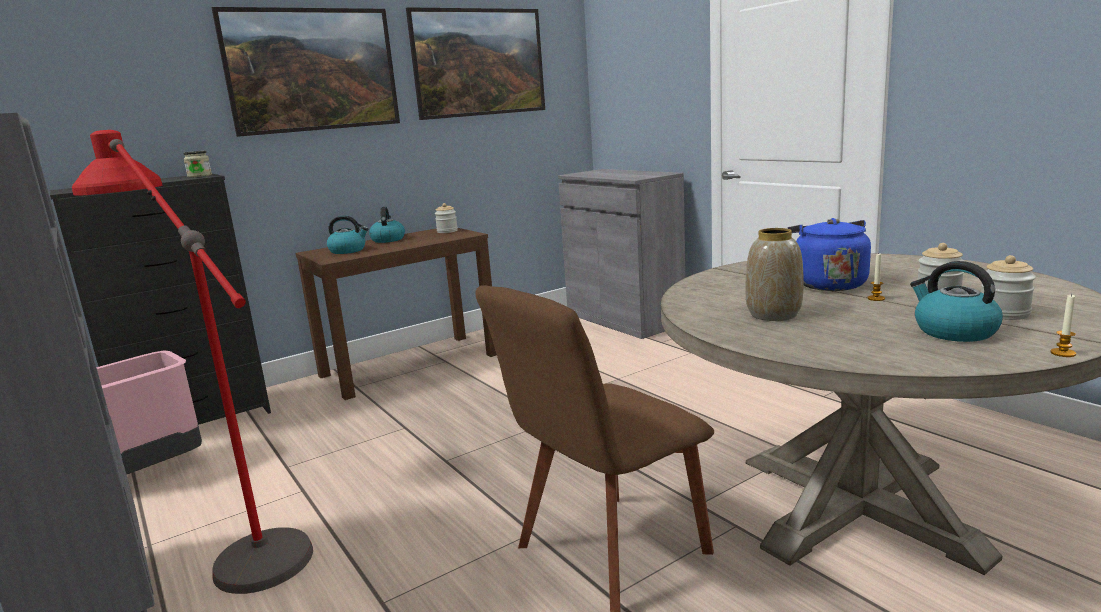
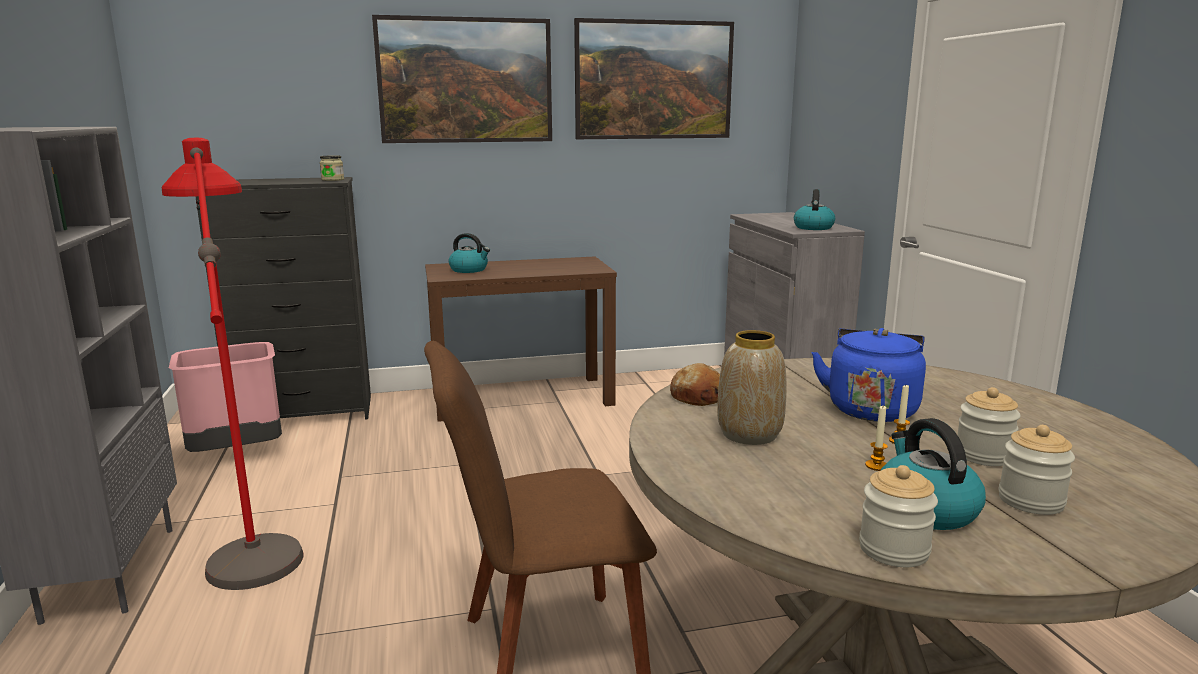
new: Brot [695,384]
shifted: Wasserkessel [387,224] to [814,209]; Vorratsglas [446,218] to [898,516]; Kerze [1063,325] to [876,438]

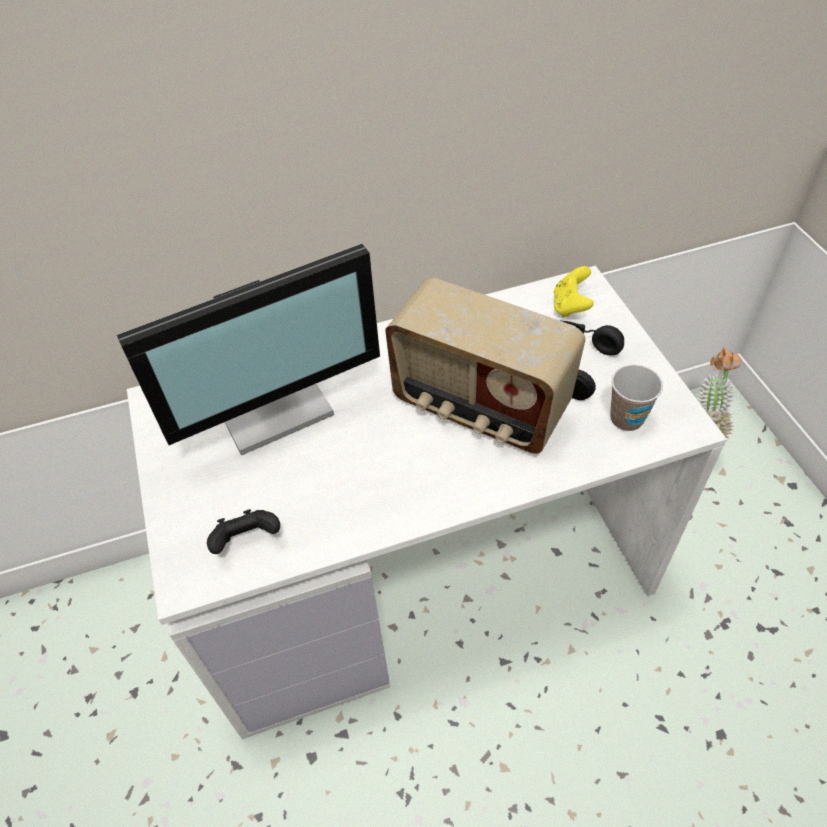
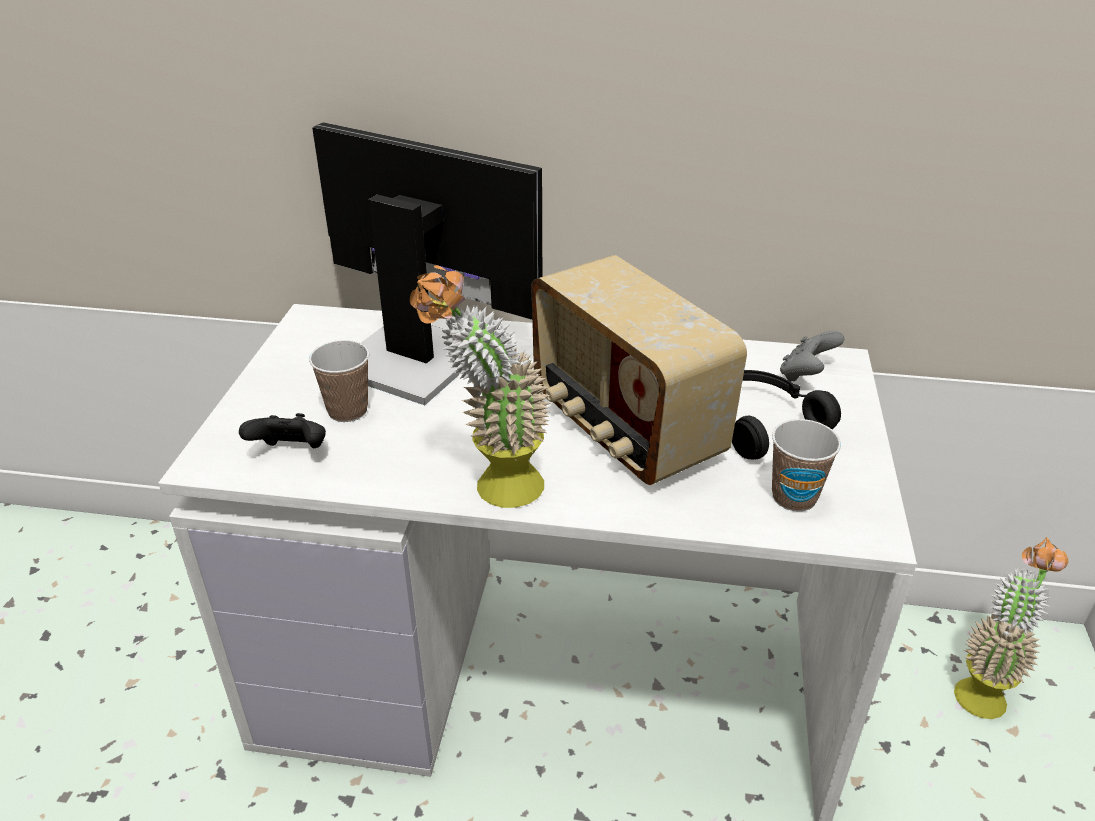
new: Tasse [339,381]; Topfpflanze [480,386]
repainted: Gamepad (gelb) [574,292] to Gamepad (grau) [812,356]
rotated: Monitor [248,349] = [427,263] 150 degrees counterclockwise

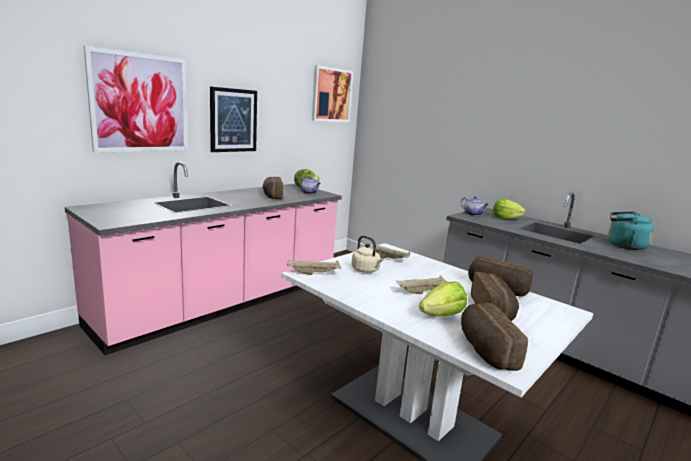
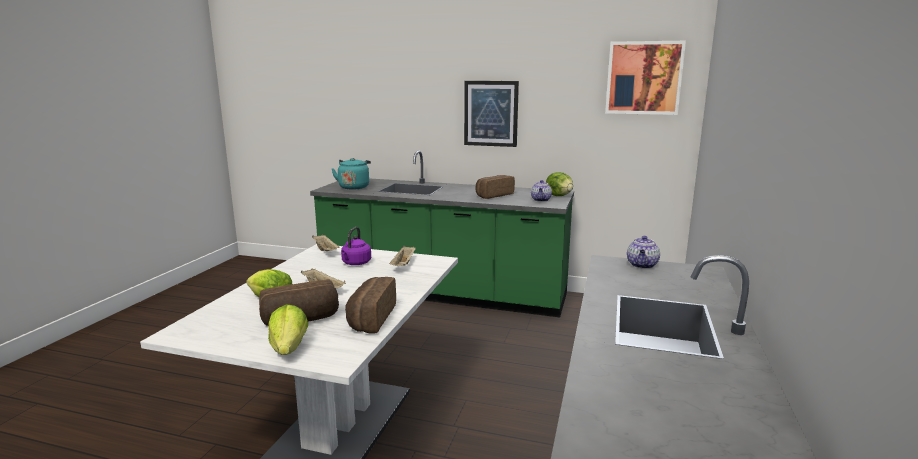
gone: Bild [136,99]; Brot [494,337]
shifted: Salatkopf [509,209] to [288,330]; Wasserkessel (türkis) [631,231] to [351,173]
repainted: Küchenzeile (rosa) [203,258] to Küchenzeile (grün) [442,233]; Wasserkessel (beige) [367,254] to Wasserkessel (lila) [356,246]

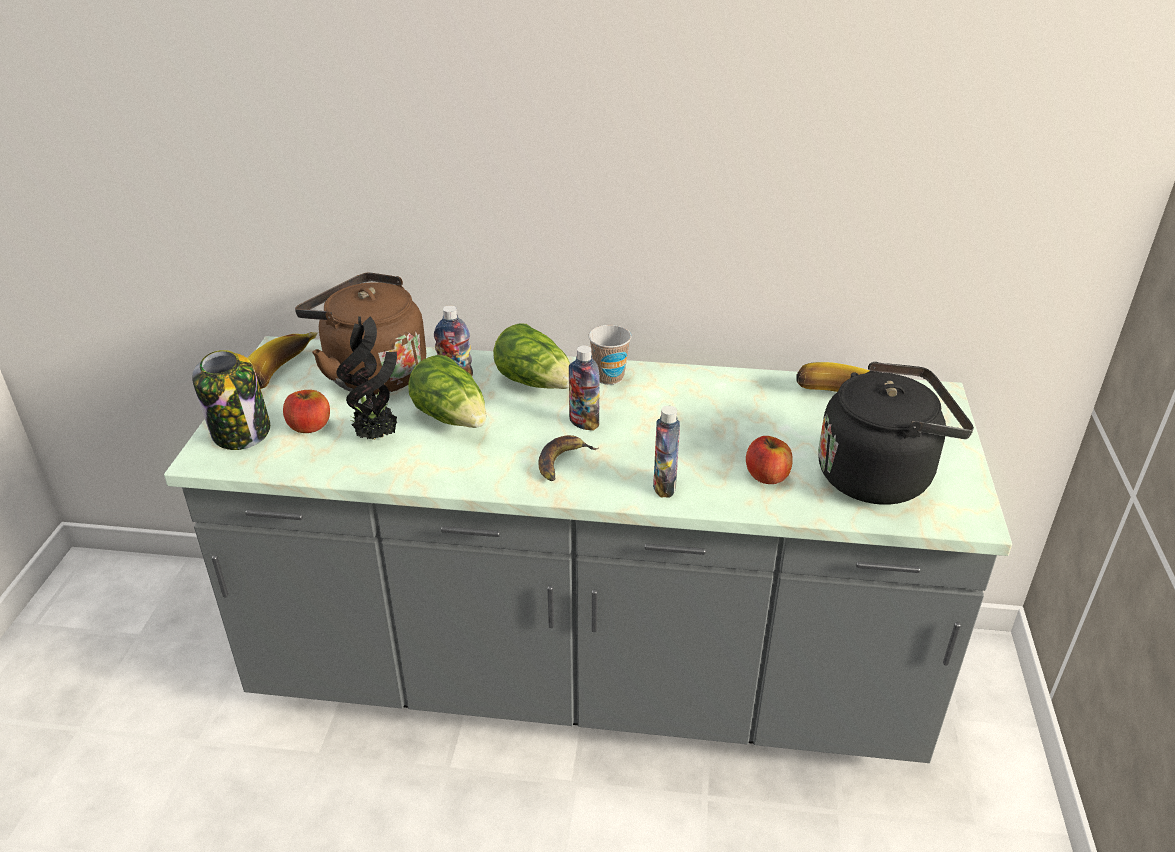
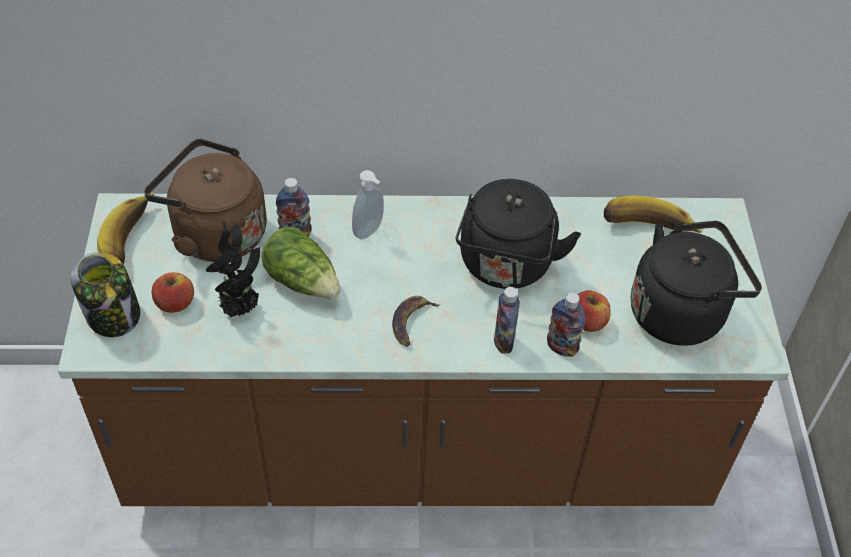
gone: Tasse [609,355]
new: Wasserkessel (schwarz) [518,234]
shifted: Flasche [584,388] to [566,325]
swapped: Salatkopf [531,356] to Seifenspender [368,204]
repainted: Küchenzeile (grau) [588,549] to Küchenzeile (braun) [423,349]

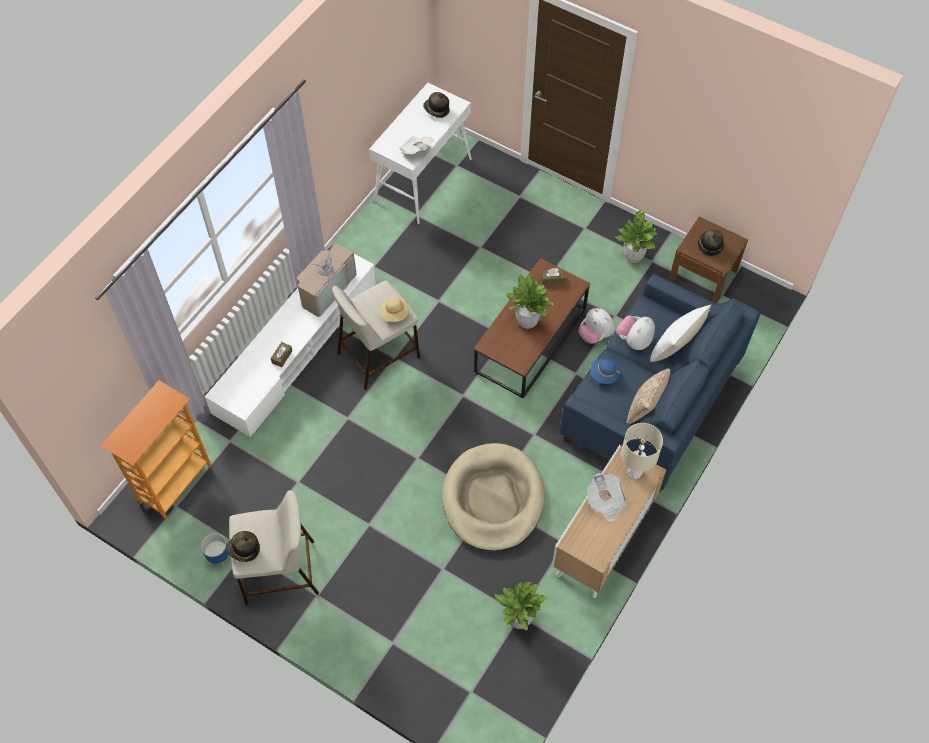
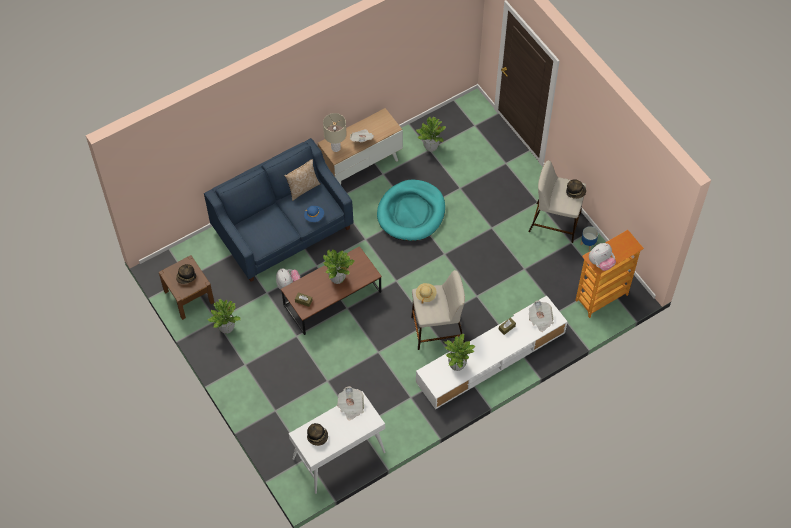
gone: Kissen (weiß) [680,333]
new: Zeitung [541,316]
shifted: Plüschtier [635,333] to [602,257]
swapped: Fernseher [327,276] to Topfpflanze [459,352]
repainted: Hundebett (beige) [493,497] to Hundebett (türkis) [411,210]

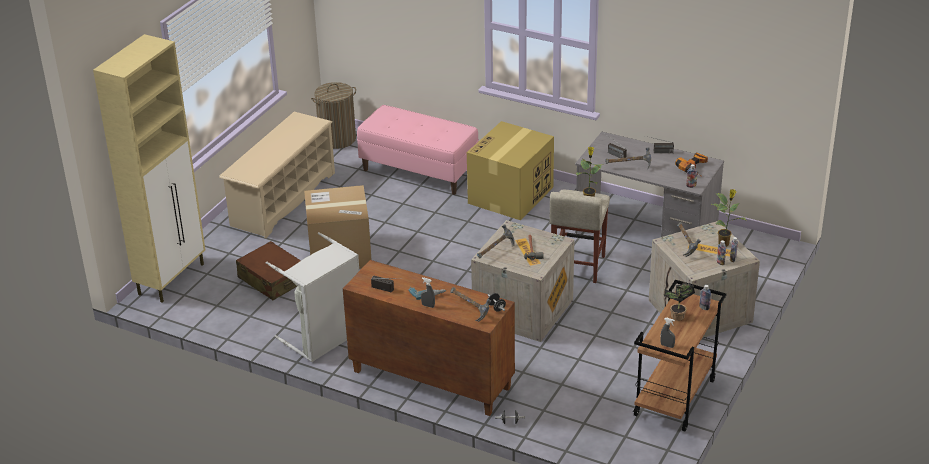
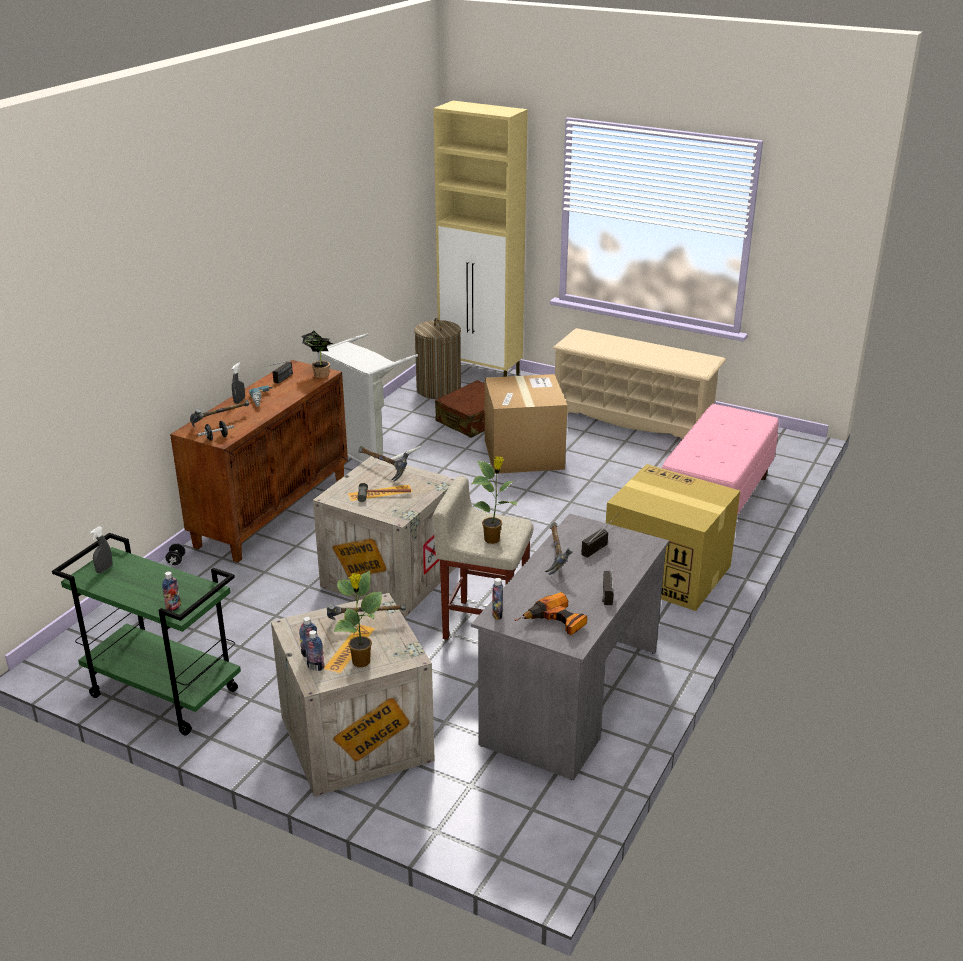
shifted: Wäschekorb [333,115] to [437,358]; Topfpflanze [679,302] to [317,354]
repainted: Rollwagen (braun) [680,355] to Rollwagen (grün) [146,634]

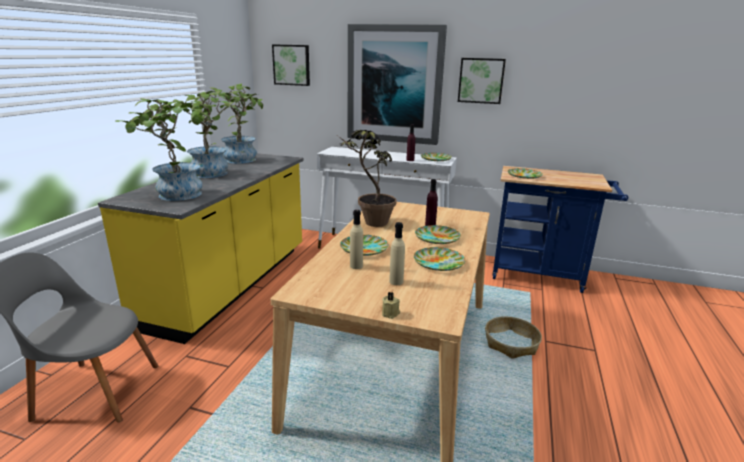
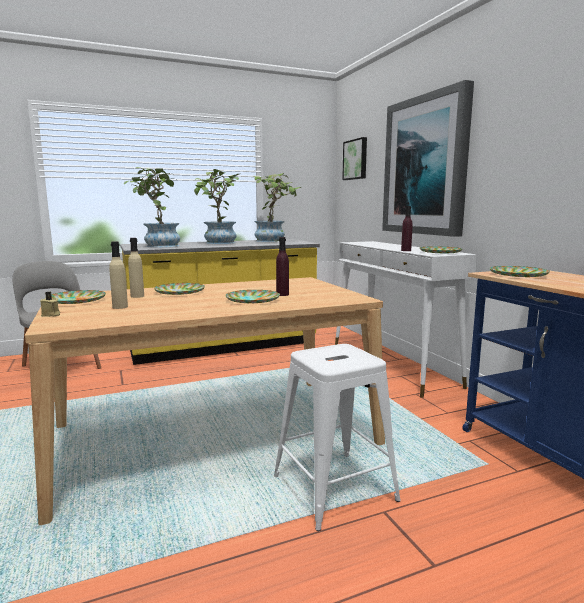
gone: Topfpflanze [367,178]; Bild [482,81]
shifted: Teller [439,259] to [78,297]
swapped: Korb [513,337] to Hocker (weiß) [337,437]

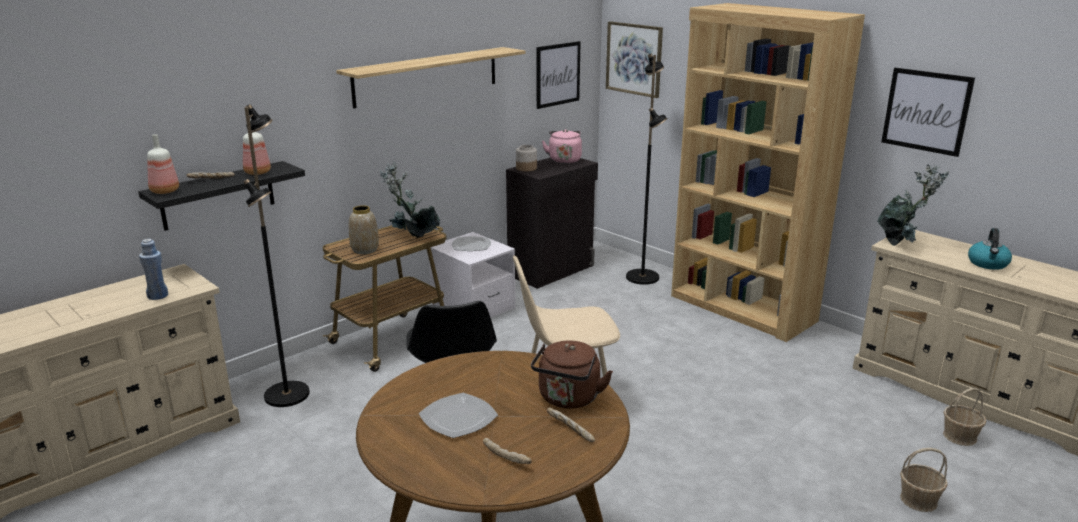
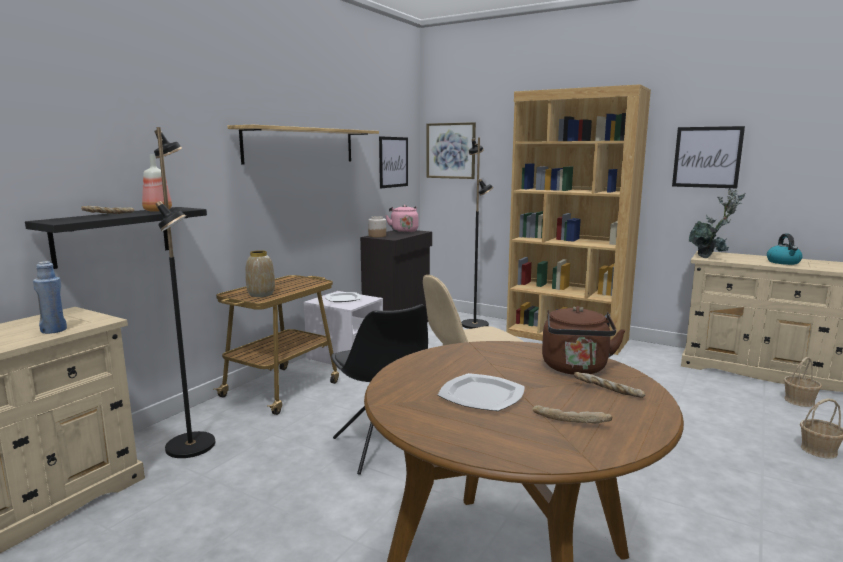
gone: Flasche [163,164]; Topfpflanze [410,200]

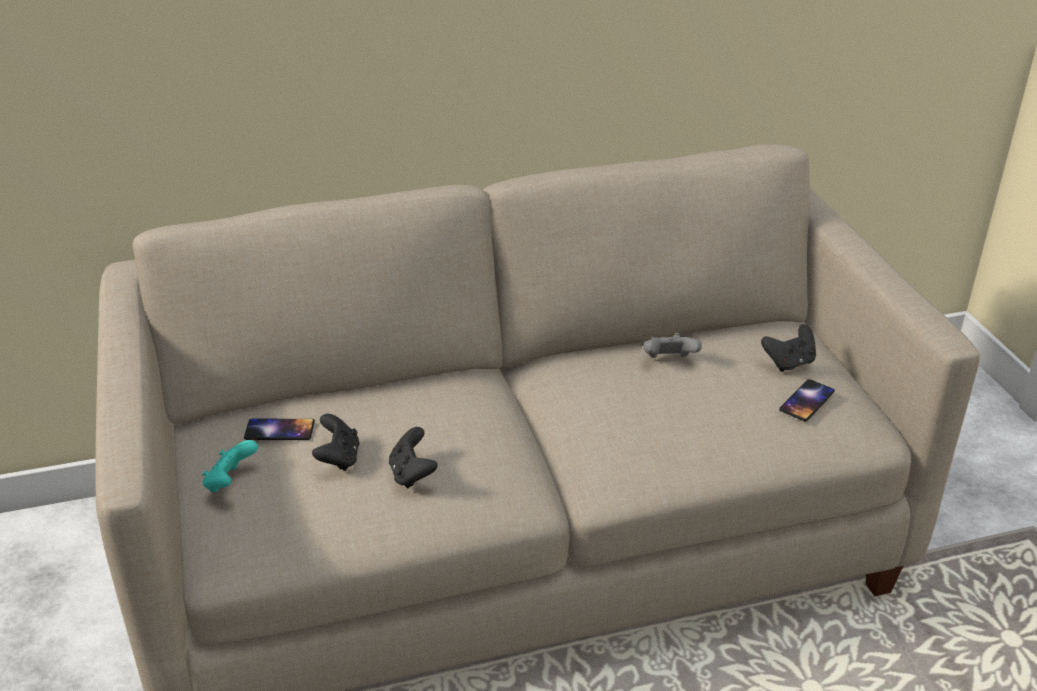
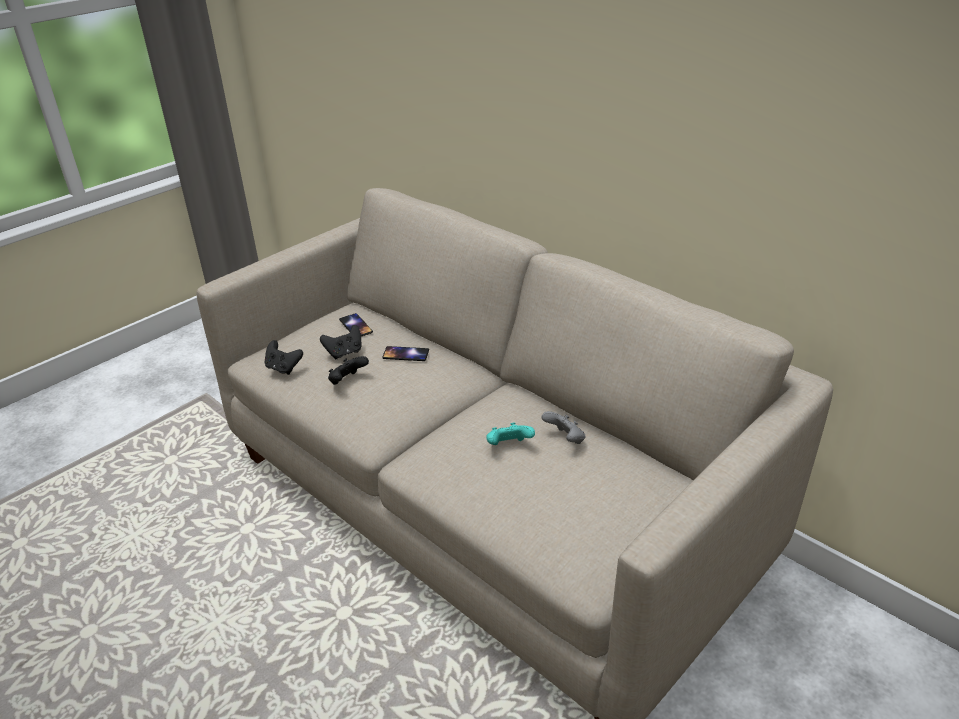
shifted: Gamepad (türkis) [230,466] to [510,433]; Gamepad (schwarz) [788,348] to [284,357]; Handy [807,400] to [405,353]

